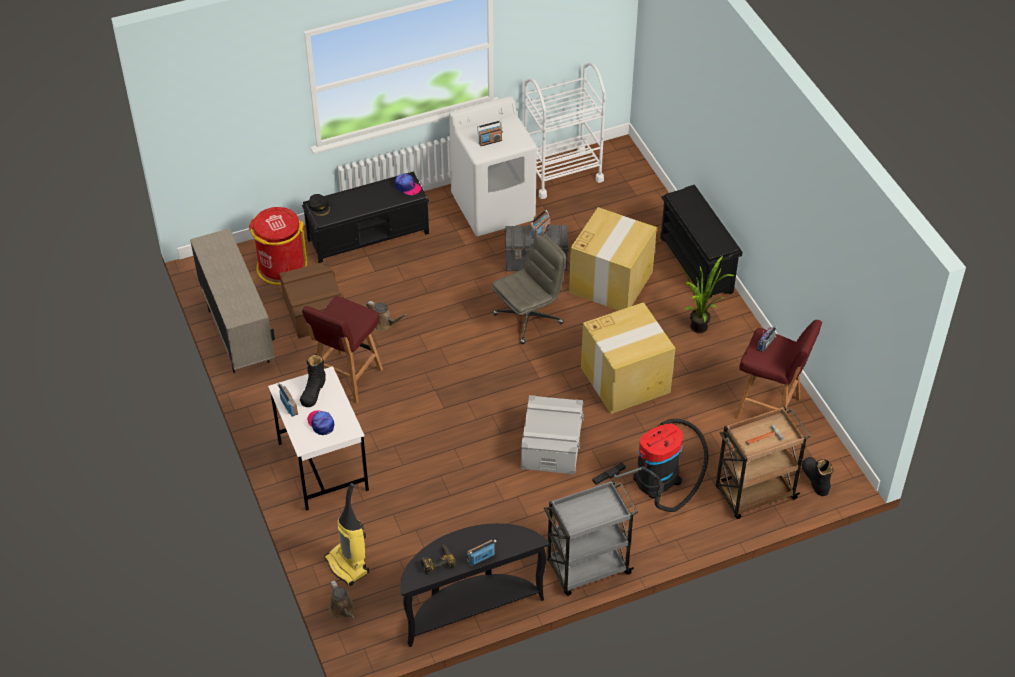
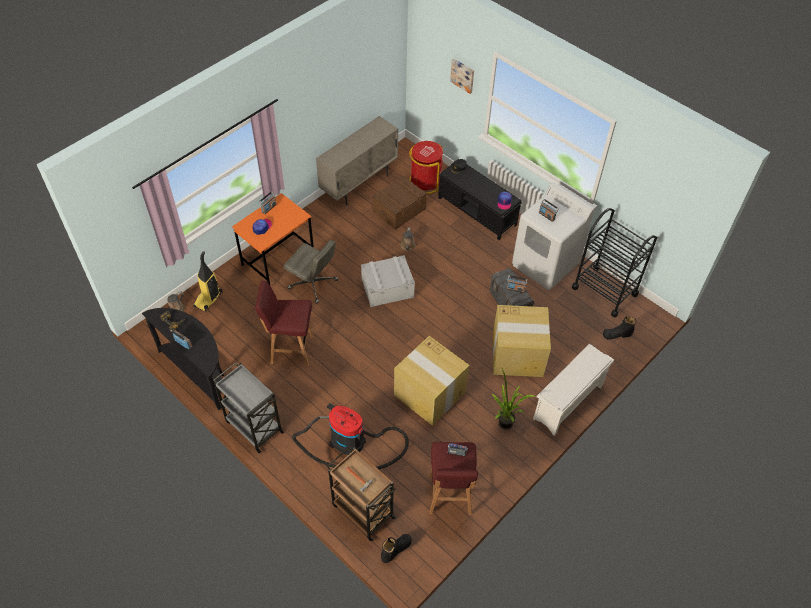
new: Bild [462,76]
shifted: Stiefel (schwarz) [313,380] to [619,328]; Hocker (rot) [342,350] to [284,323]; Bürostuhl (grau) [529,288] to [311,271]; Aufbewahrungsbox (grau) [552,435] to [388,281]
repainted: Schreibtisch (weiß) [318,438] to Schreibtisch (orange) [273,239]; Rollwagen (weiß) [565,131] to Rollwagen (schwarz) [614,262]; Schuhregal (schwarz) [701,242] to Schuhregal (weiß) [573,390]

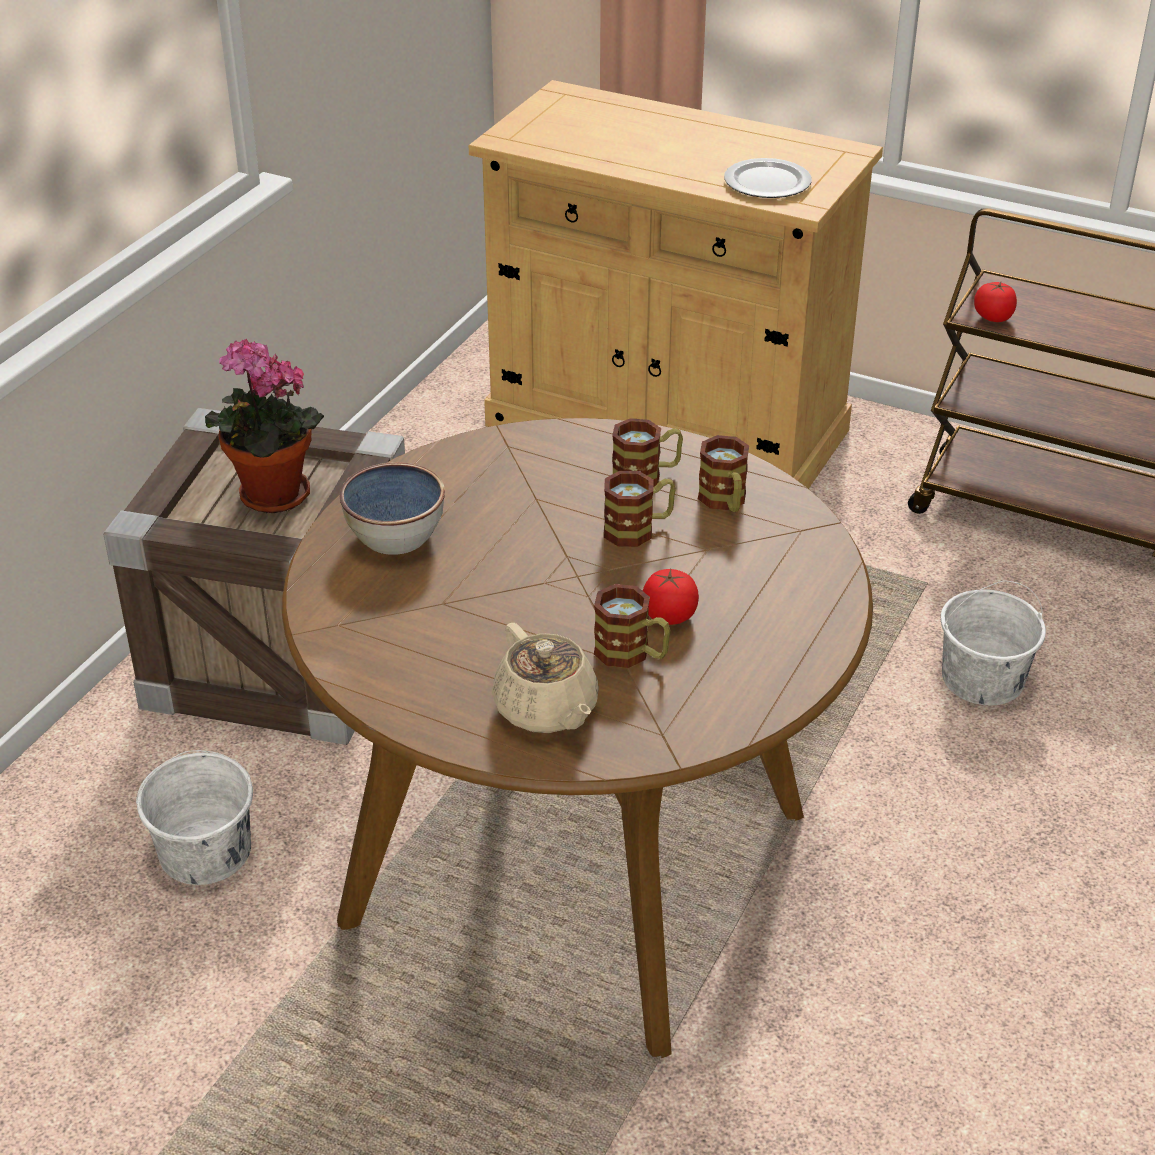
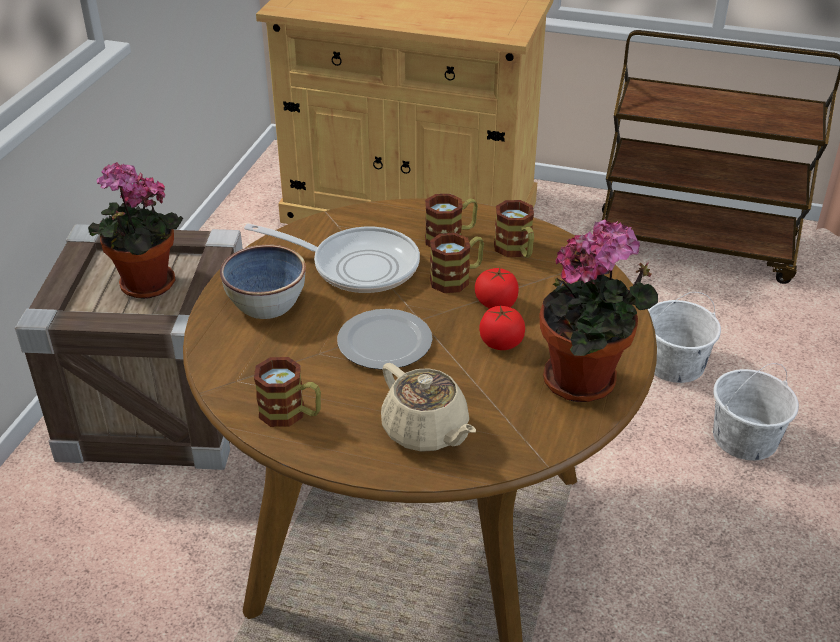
new: Pfanne [332,258]; Topfpflanze [598,311]
shifted: Eimer (weiß) [194,817] to [756,411]; Henkelbecher [632,626] to [287,392]; Teller [768,178] to [385,339]; Tomate [995,302] to [497,288]

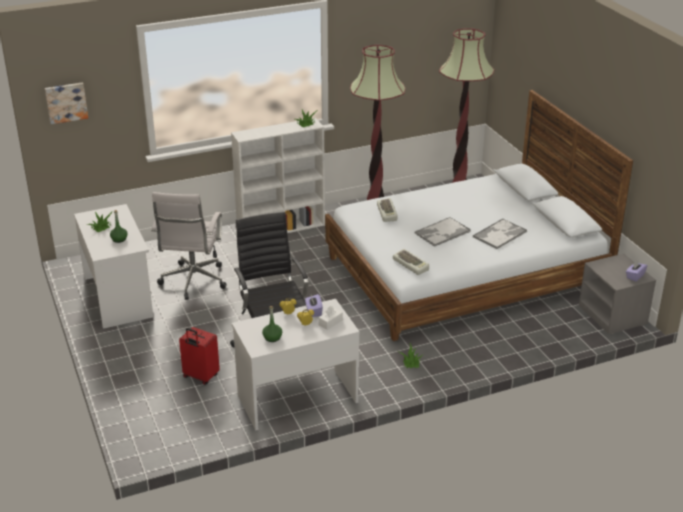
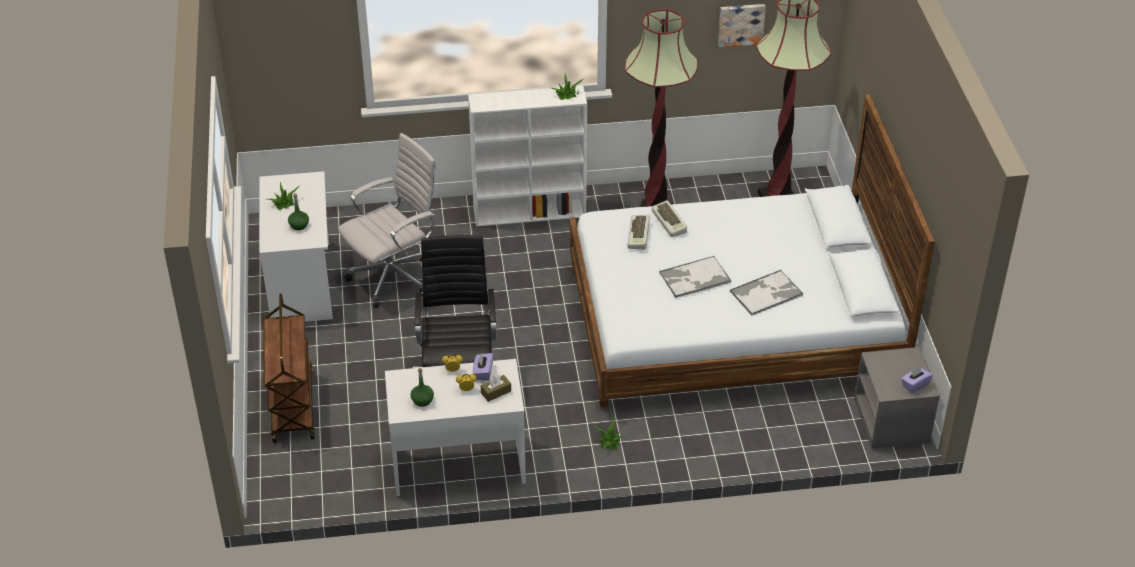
gone: Koffer (rot) [199,356]
new: Rollwagen (braun) [289,368]
shifted: Bild [66,103] to [742,25]; Tastatur [411,262] to [669,219]
repainted: Taschentuchbox (weiß) [330,318] to Taschentuchbox (braun) [496,388]
rotated: Bürostuhl (weiß) [189,246] = [387,220] 150 degrees counterclockwise

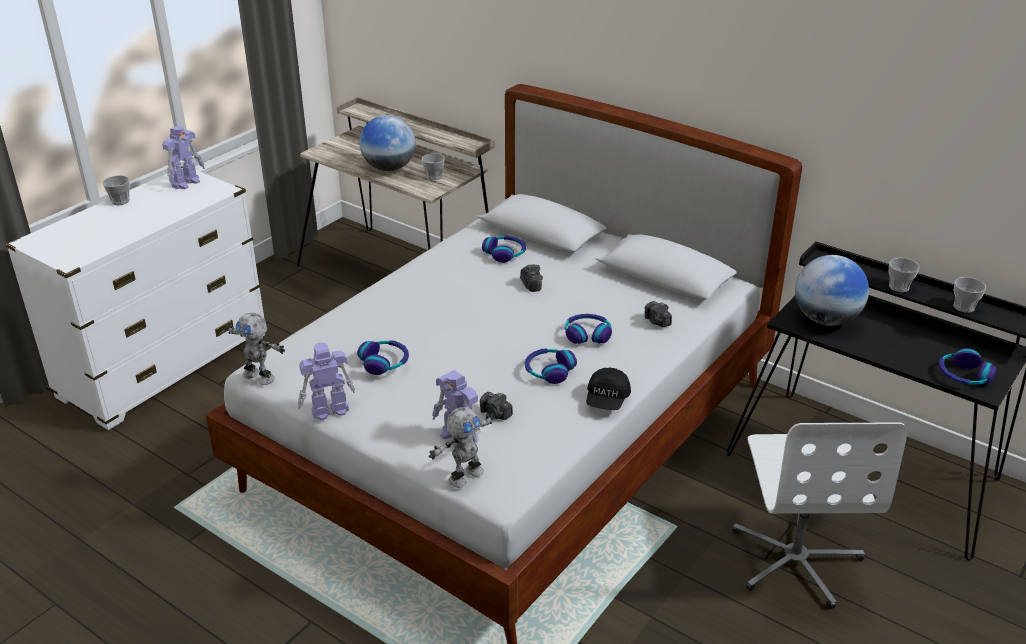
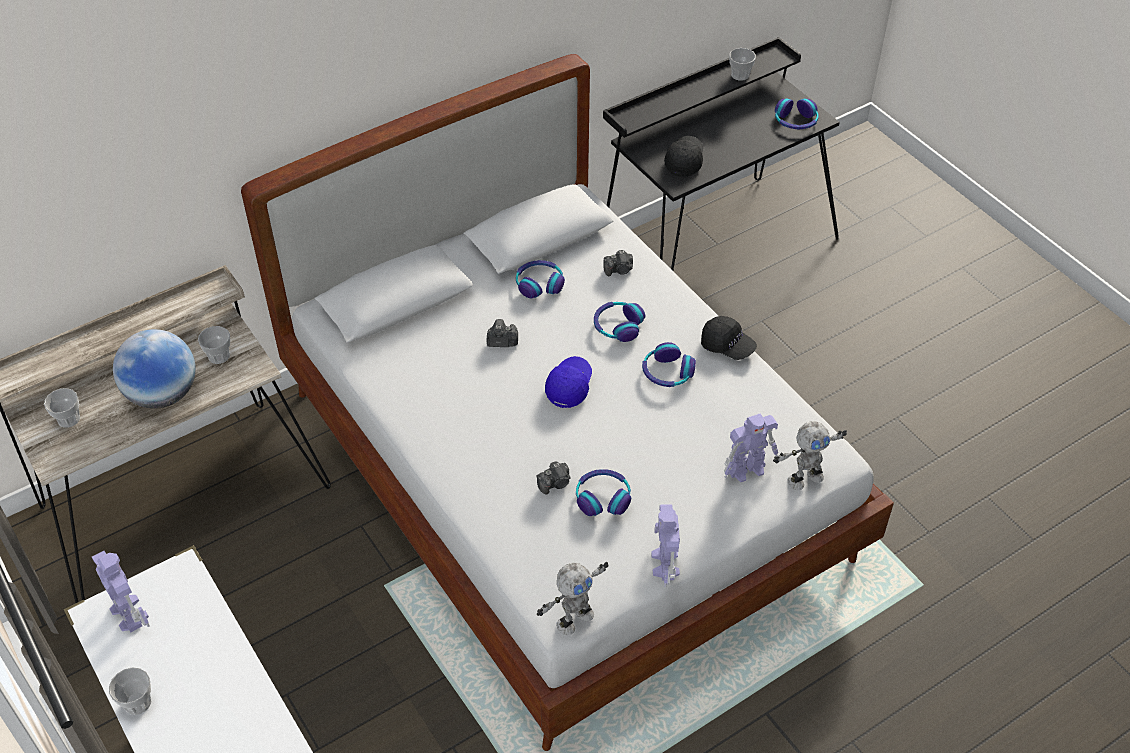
gone: Bürostuhl (weiß) [819,515]
new: Kappe (blau) [568,382]
shifted: Kamera [496,406] to [553,478]; Kopfhörer [504,249] to [540,279]; Tasse [904,275] to [62,408]
swapped: Globus [832,290] to Kappe (schwarz) [683,156]
rotated: Spielzeugroboter [461,447] = [810,455] 90 degrees clockwise

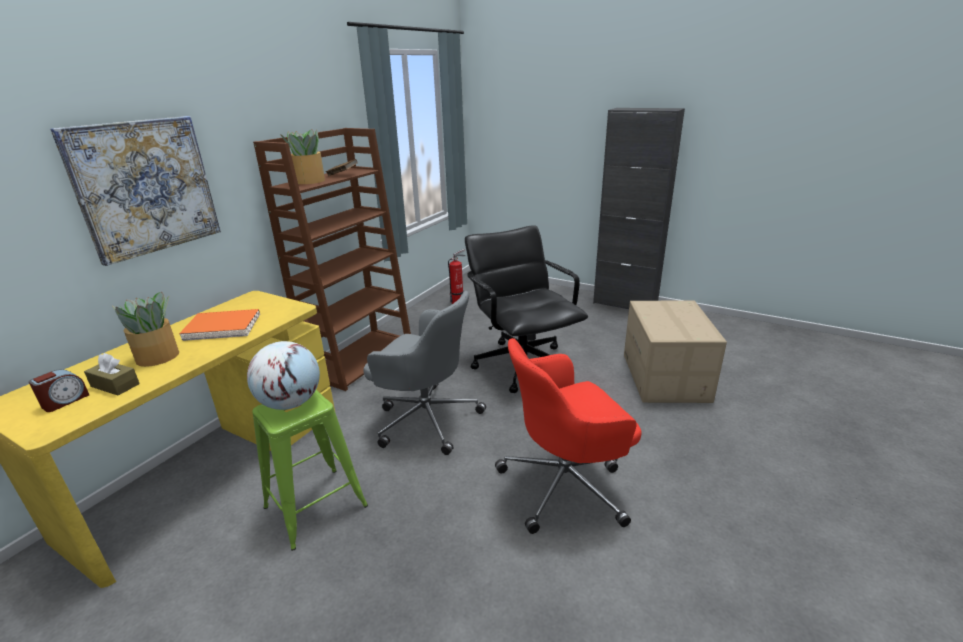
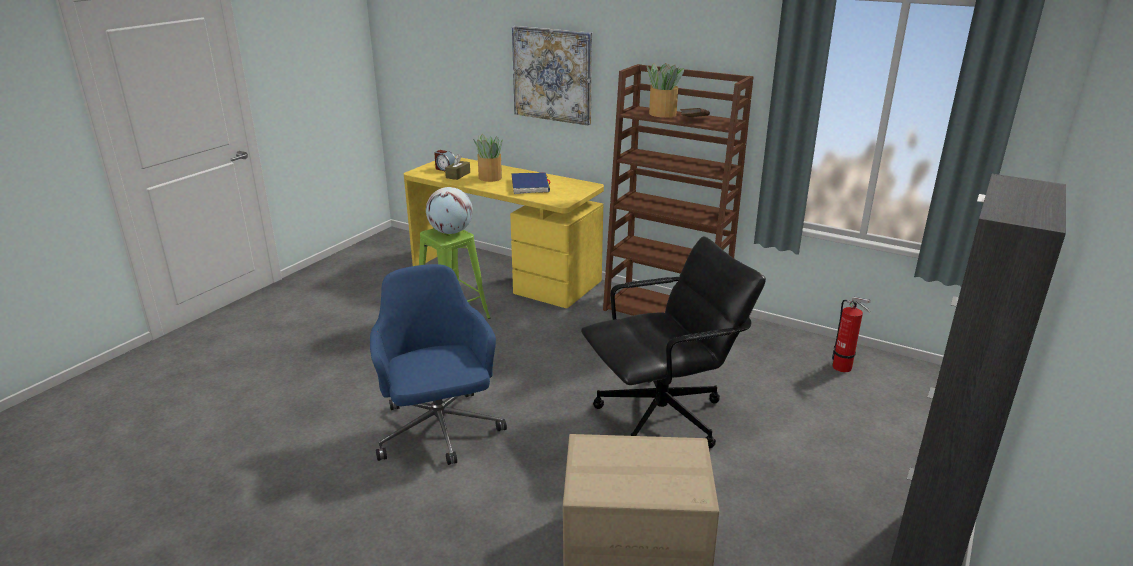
gone: Bürostuhl (grau) [424,373]
repainted: Buch (orange) [219,325] to Buch (blau) [530,183]; Bürostuhl (rot) [568,436] to Bürostuhl (blau) [438,364]

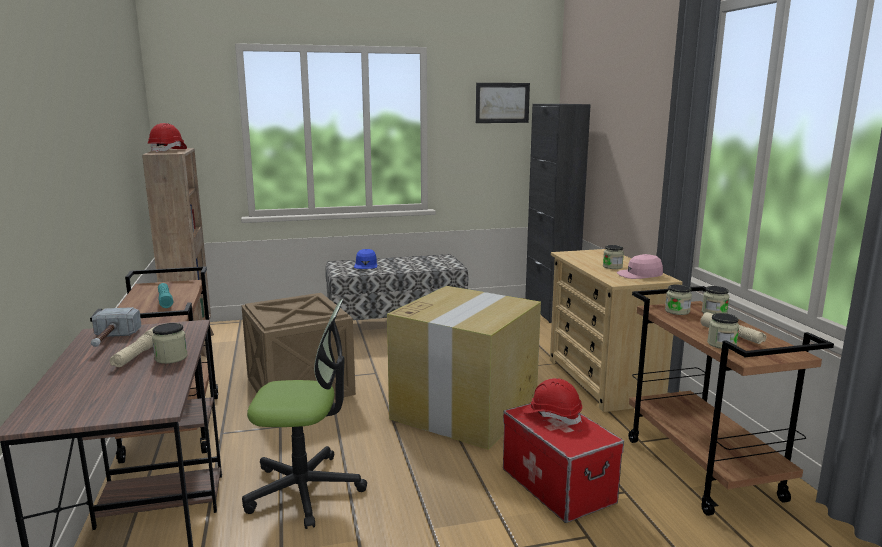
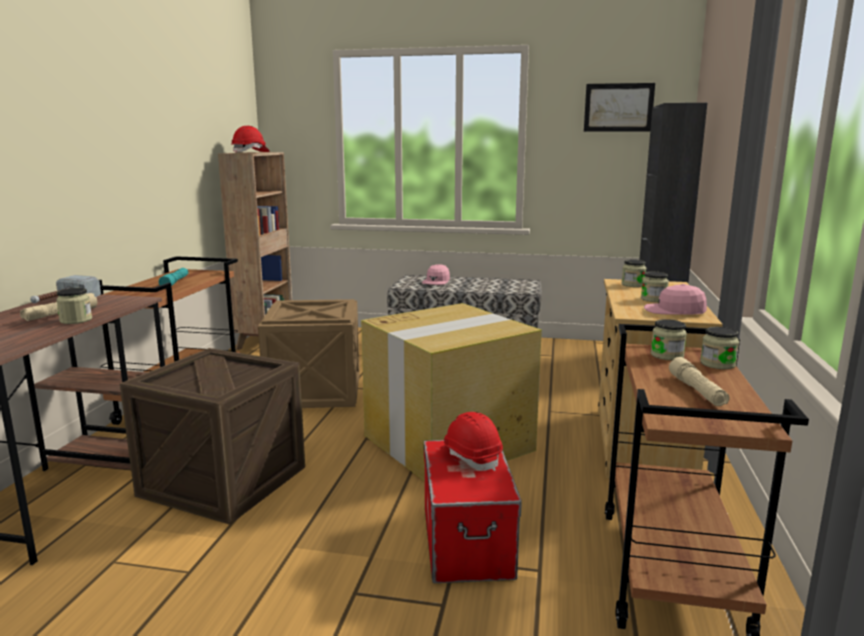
shifted: Vorratsglas [723,331] to [633,273]
swapped: Bürostuhl [304,414] to Kiste [212,436]
repainted: Kappe (blau) [365,259] to Kappe (rosa) [436,274]

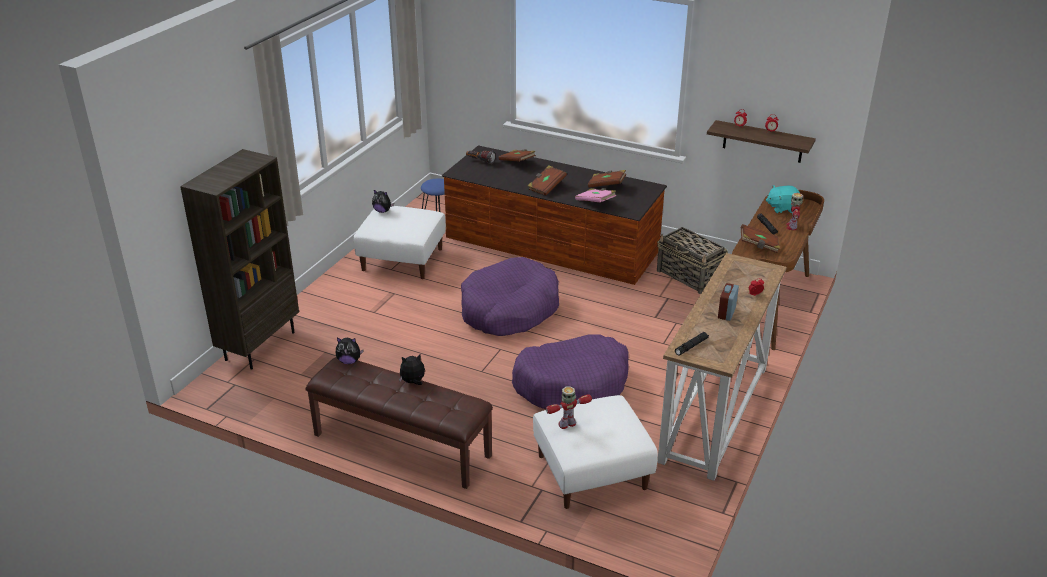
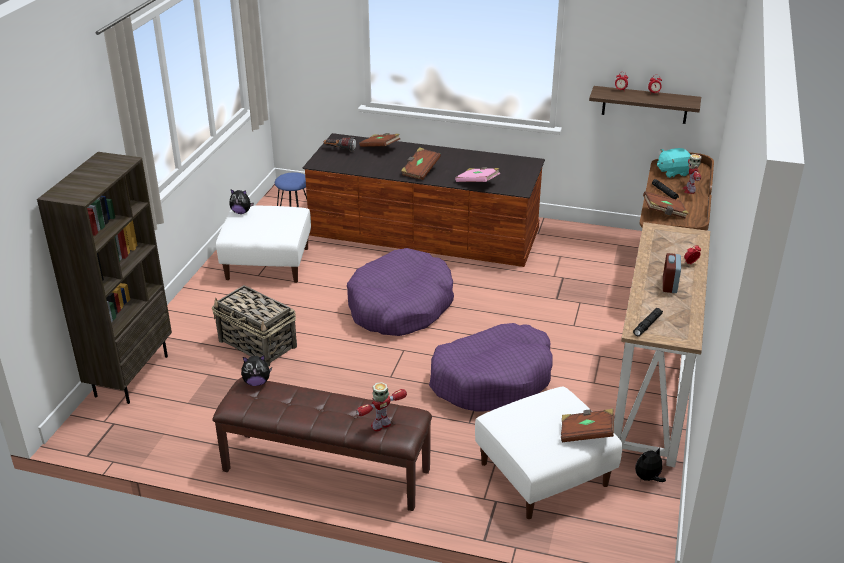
shifted: Plüschtier [412,369] to [650,464]; Spielzeugroboter [569,407] to [381,406]; Buch (braun) [607,179] to [587,425]; Korb [692,260] to [254,326]

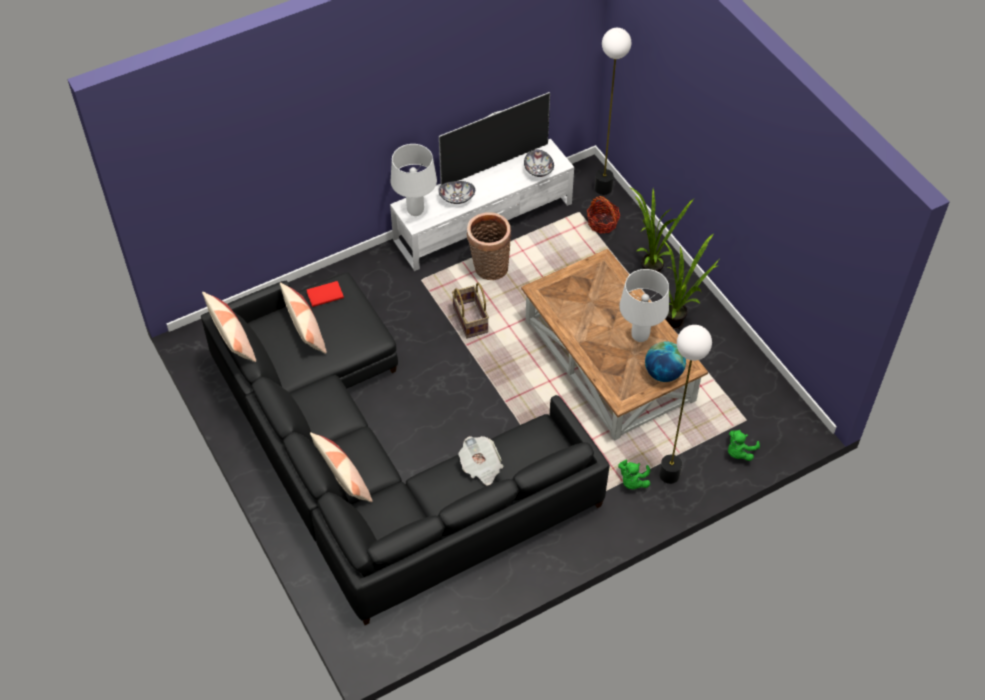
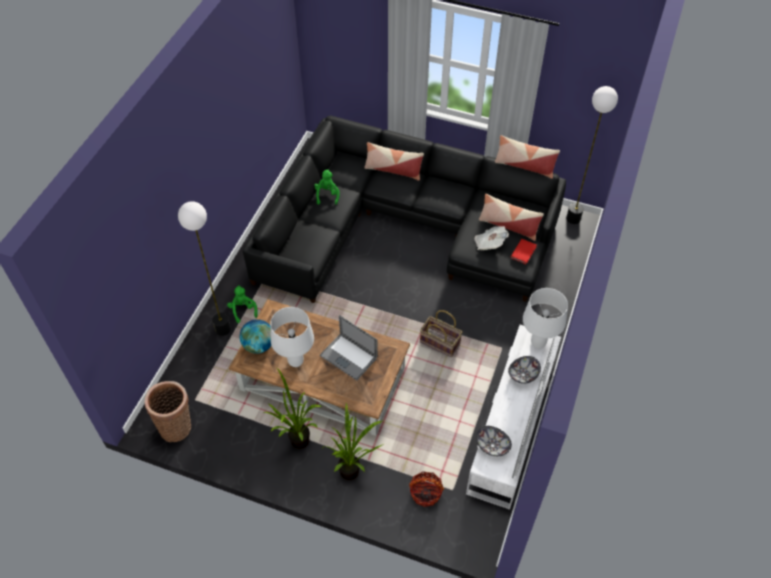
new: Laptop [349,348]
shifted: Zeitung [480,461] to [491,238]; Korb [489,246] to [168,411]; Stehlampe [613,111] to [592,155]; Plüschtier (grün) [744,445] to [327,187]

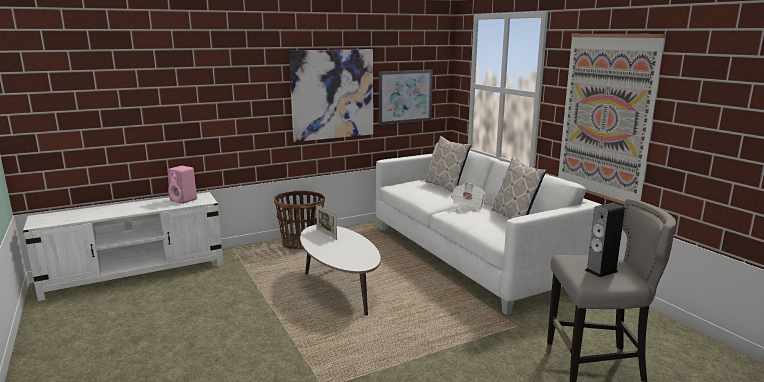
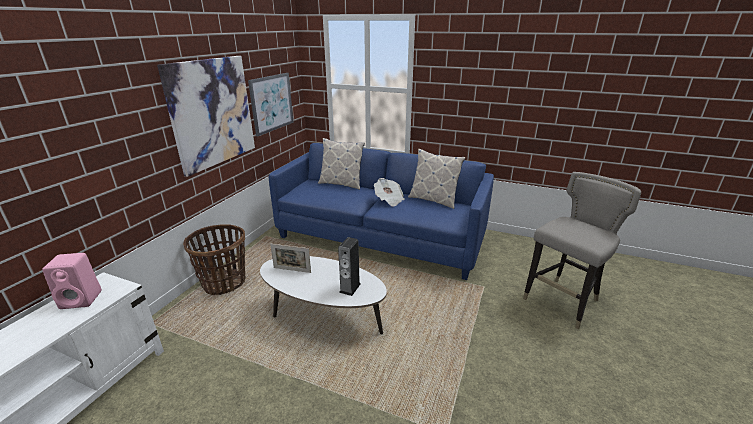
gone: Bild [612,119]
shifted: Lautsprecher [605,240] to [349,266]
repainted: Sofa (weiß) [488,229] to Sofa (blau) [381,211]

